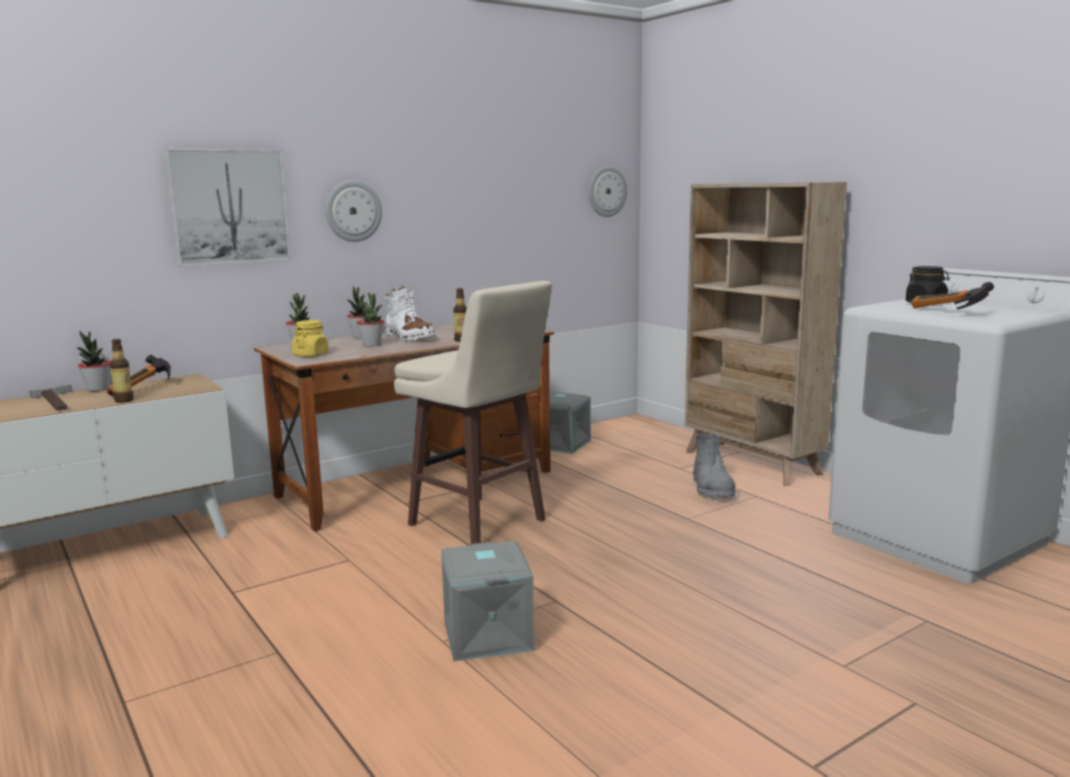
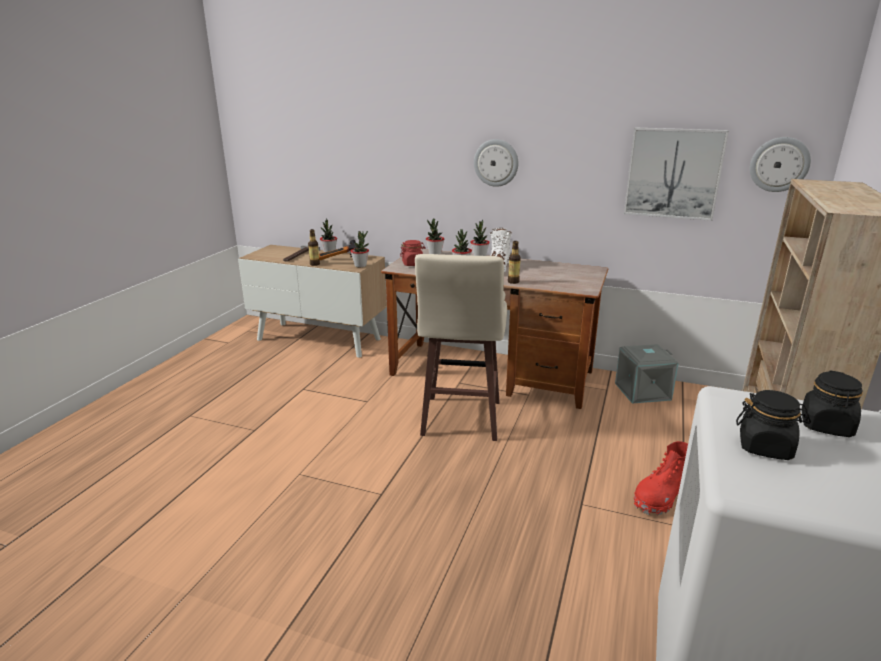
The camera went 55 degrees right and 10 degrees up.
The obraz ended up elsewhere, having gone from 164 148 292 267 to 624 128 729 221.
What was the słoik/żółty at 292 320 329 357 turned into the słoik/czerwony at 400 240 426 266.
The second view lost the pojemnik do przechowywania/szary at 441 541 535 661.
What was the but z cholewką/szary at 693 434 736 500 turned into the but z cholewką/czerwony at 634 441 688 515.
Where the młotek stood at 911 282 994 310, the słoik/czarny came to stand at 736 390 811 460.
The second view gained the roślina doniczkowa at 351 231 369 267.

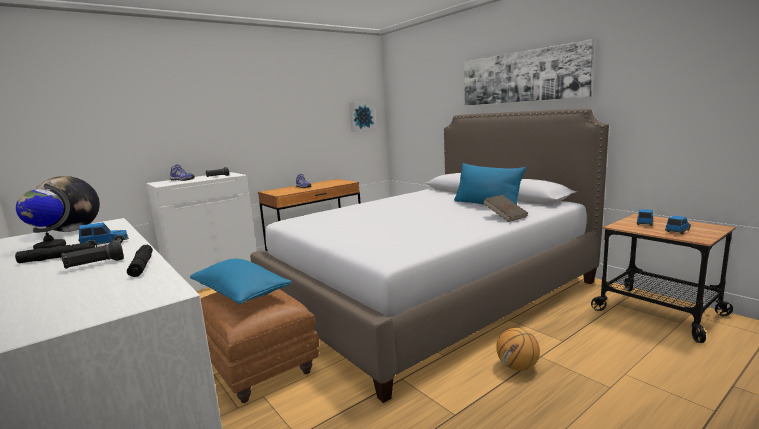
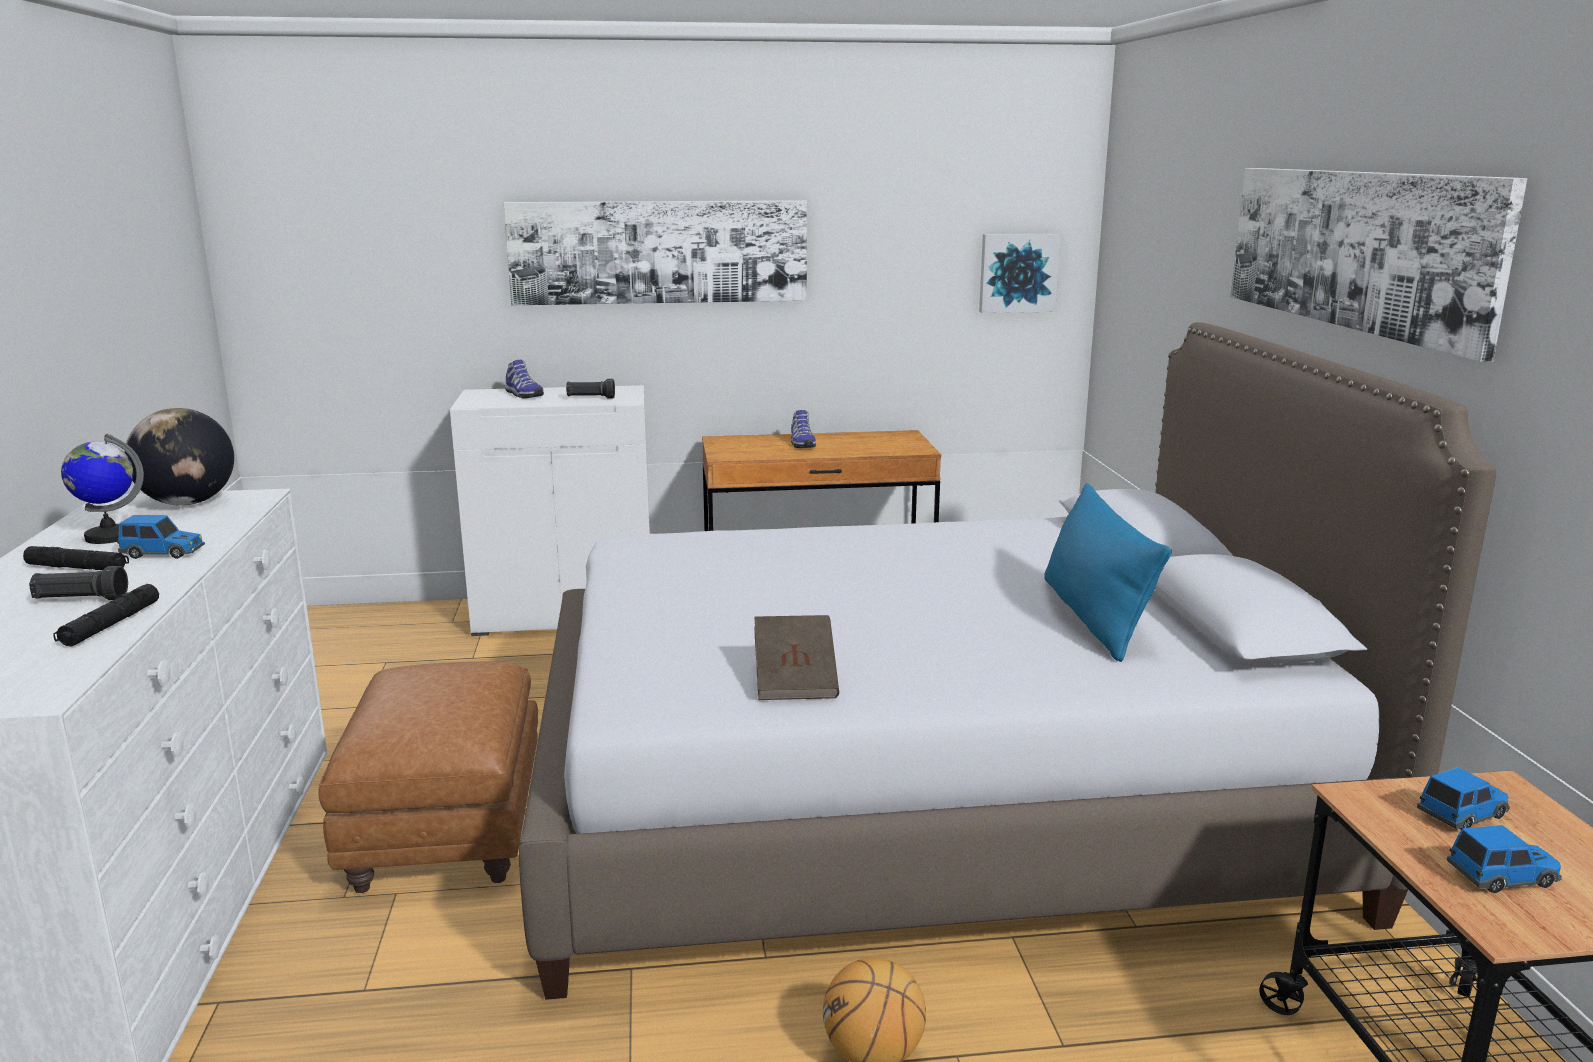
The camera went 30 degrees right and 5 degrees up.
The second view lost the poduszka/niebieski at 190 259 292 304.
The książka/brązowy ended up elsewhere, having gone from 483 195 528 222 to 754 615 839 700.
The second view gained the obraz at 504 200 807 305.

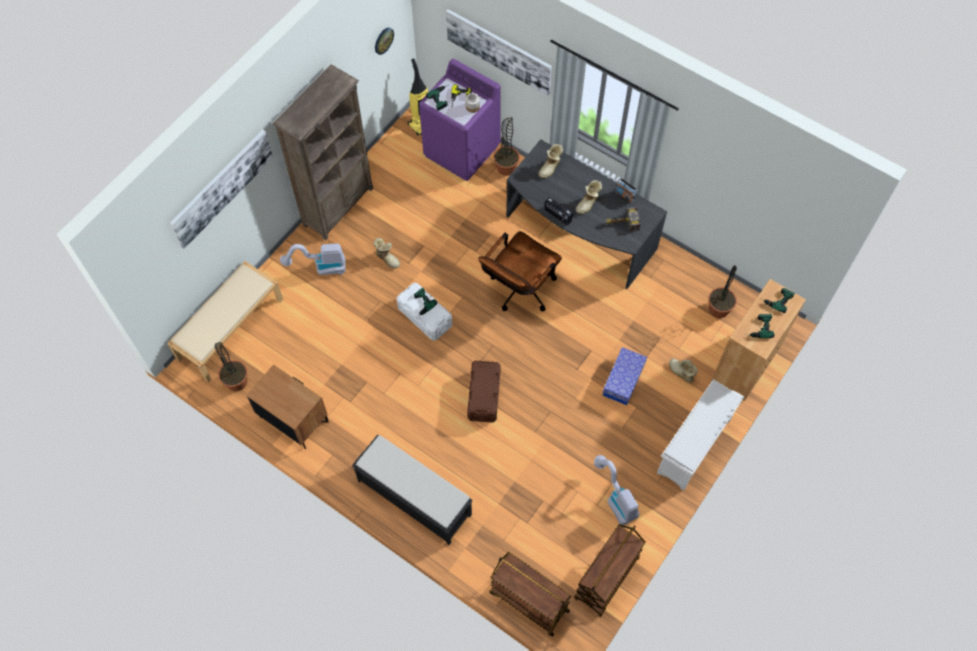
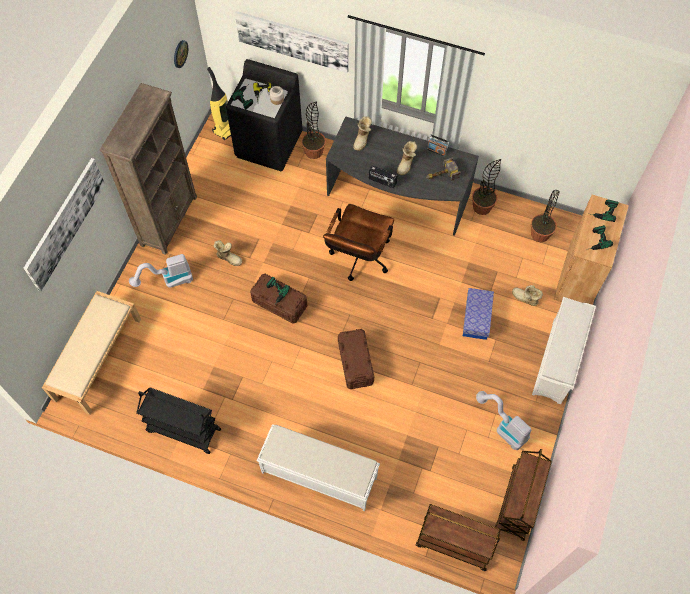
The camera went 15 degrees left and 0 degrees up.
The roślina doniczkowa ended up elsewhere, having gone from 215 343 247 392 to 472 159 501 215.
Where the szafka nocna/brązowy stood at 246 364 329 449, the wózek/czarny came to stand at 136 387 221 454.
What was the ławka/czarny at 352 434 473 545 turned into the ławka/biały at 257 424 380 511.
What was the pojemnik do przechowywania/biały at 397 283 452 341 turned into the pojemnik do przechowywania/brązowy at 250 274 307 324.
What was the pralka/fioletowy at 419 59 501 181 turned into the pralka/czarny at 226 59 303 171.

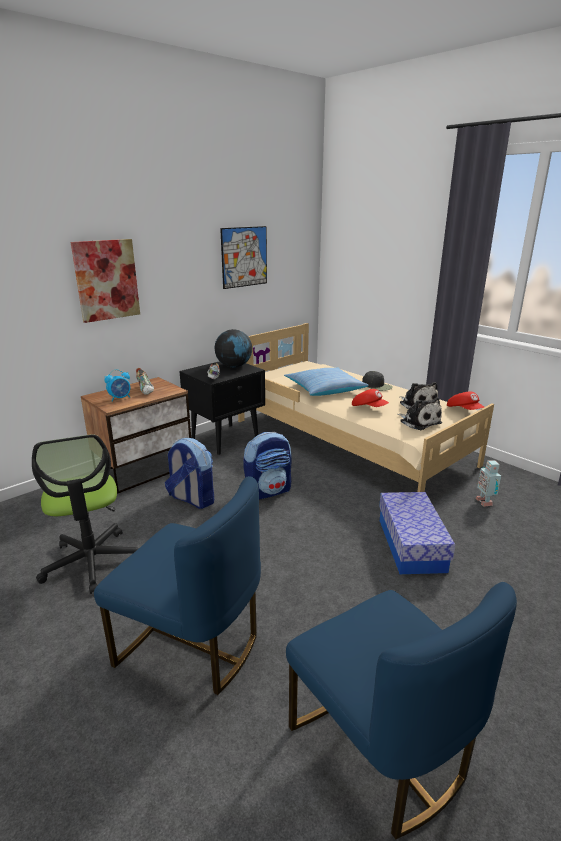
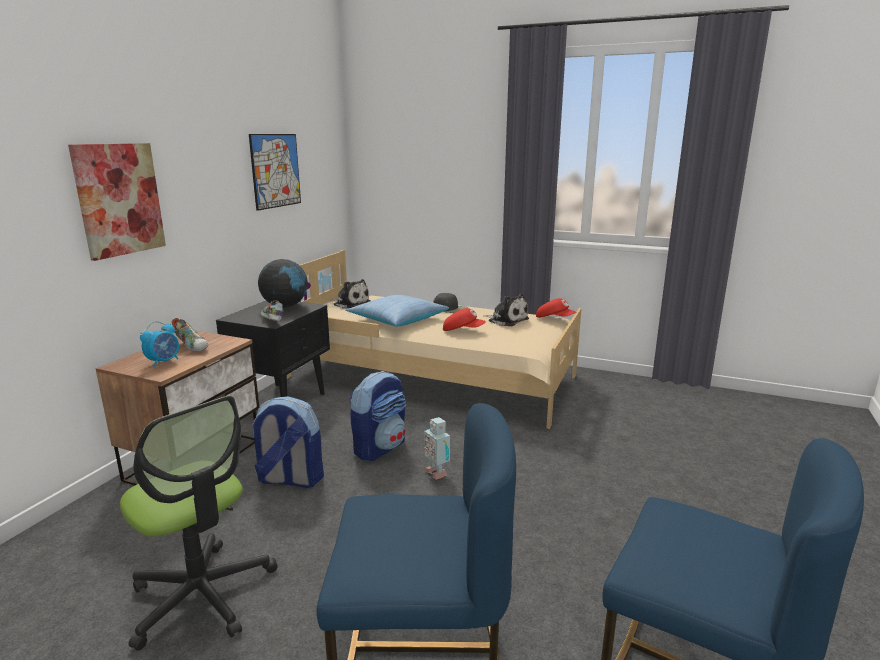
The camera went 25 degrees left and 5 degrees down.
The second view lost the pojemnik do przechowywania at 379 492 455 574.
The pluszak ended up elsewhere, having gone from 397 397 442 430 to 331 279 371 308.
The robot zabawkowy ended up elsewhere, having gone from 476 460 501 507 to 424 417 450 480.

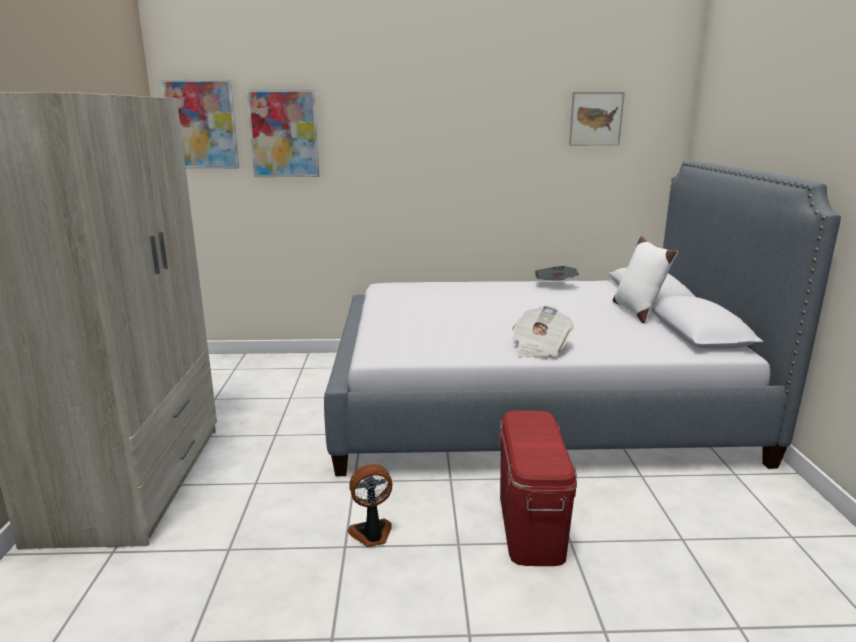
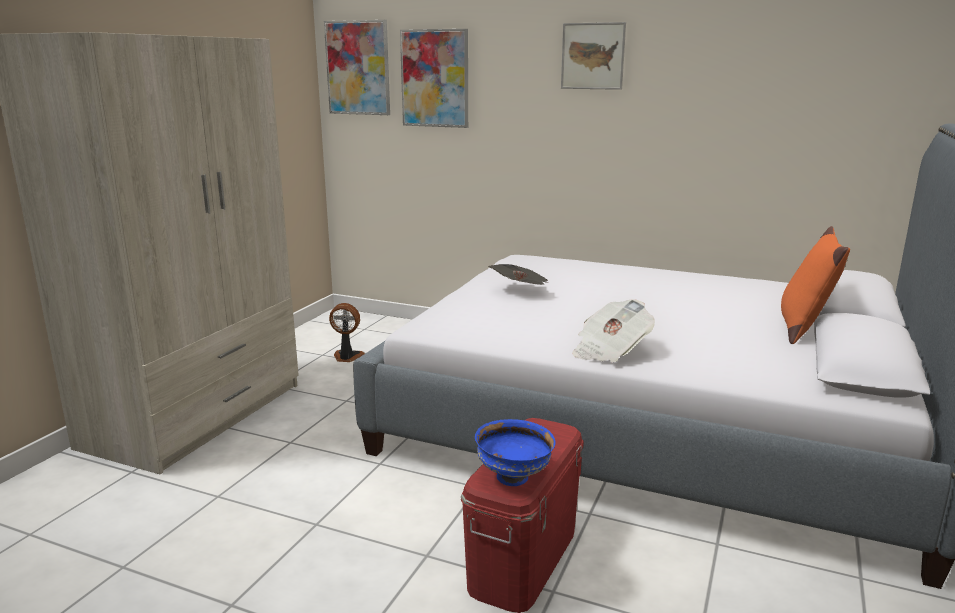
The camera went 25 degrees right and 0 degrees up.
The wentylator ended up elsewhere, having gone from 348 464 392 547 to 329 303 365 362.
The gazeta ended up elsewhere, having gone from 535 266 579 281 to 488 264 548 285.
The obraz ended up elsewhere, having gone from 569 92 625 146 to 561 22 626 90.
What was the poduszka/biały at 613 236 678 323 turned into the poduszka/pomarańczowy at 781 226 850 344.
The second view gained the miska/niebieski at 475 419 555 486.

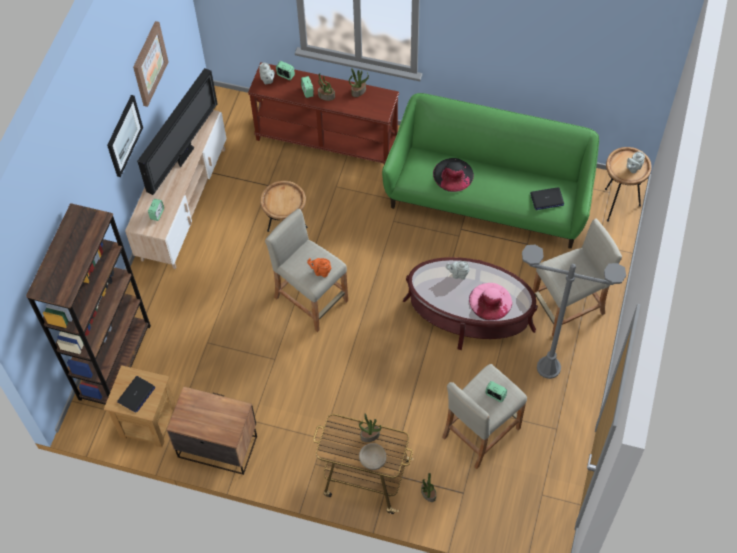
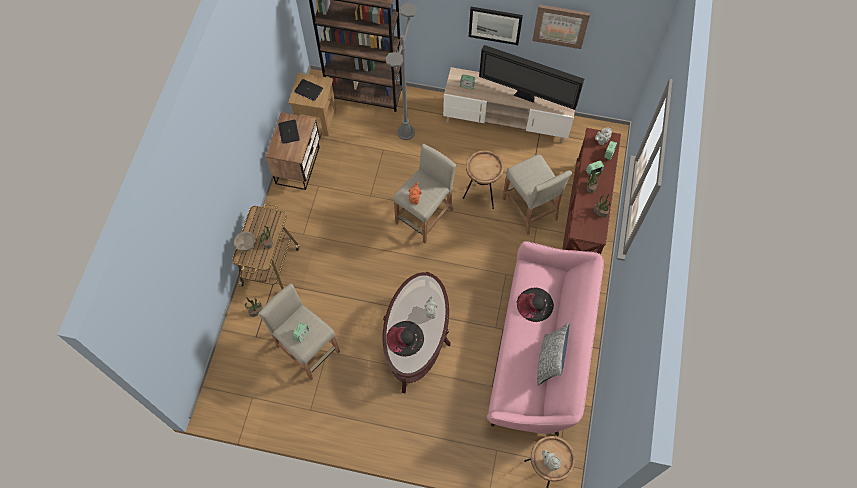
The camera went 85 degrees right and 5 degrees up.
What was the kanapa/zielony at 382 93 599 249 turned into the kanapa/różowy at 487 241 604 436.
What was the kapelusz/różowy at 469 283 512 321 turned into the kapelusz/czarny at 387 321 424 357.
The lampa stojąca/szary ended up elsewhere, having gone from 522 245 626 379 to 386 3 417 140.
The laptop ended up elsewhere, having gone from 530 187 564 210 to 278 120 300 144.
The stołek/beżowy ended up elsewhere, having gone from 533 218 622 337 to 502 154 572 235.
The second view gained the poduszka at 537 322 569 386.

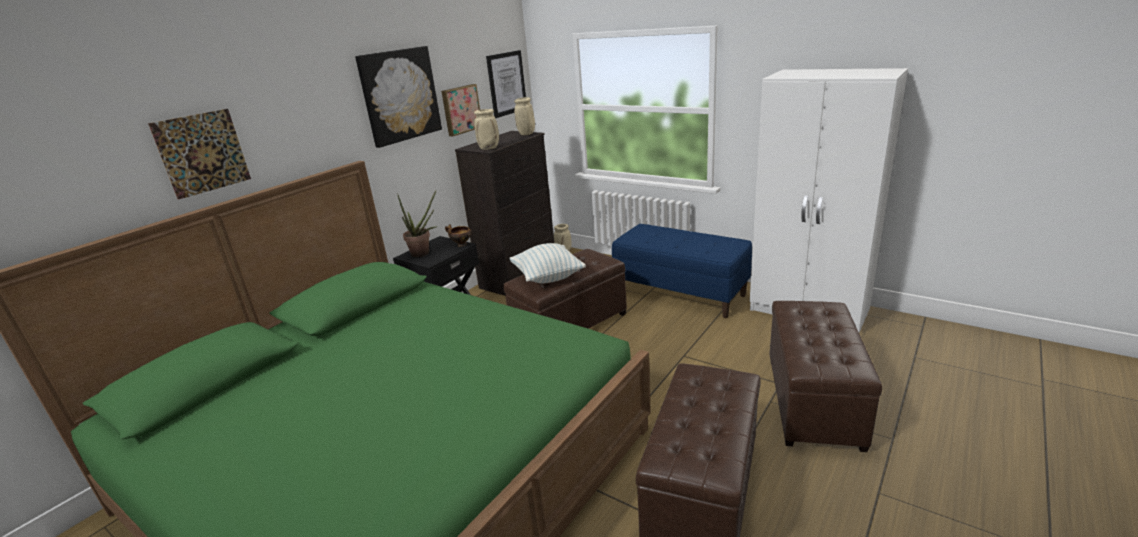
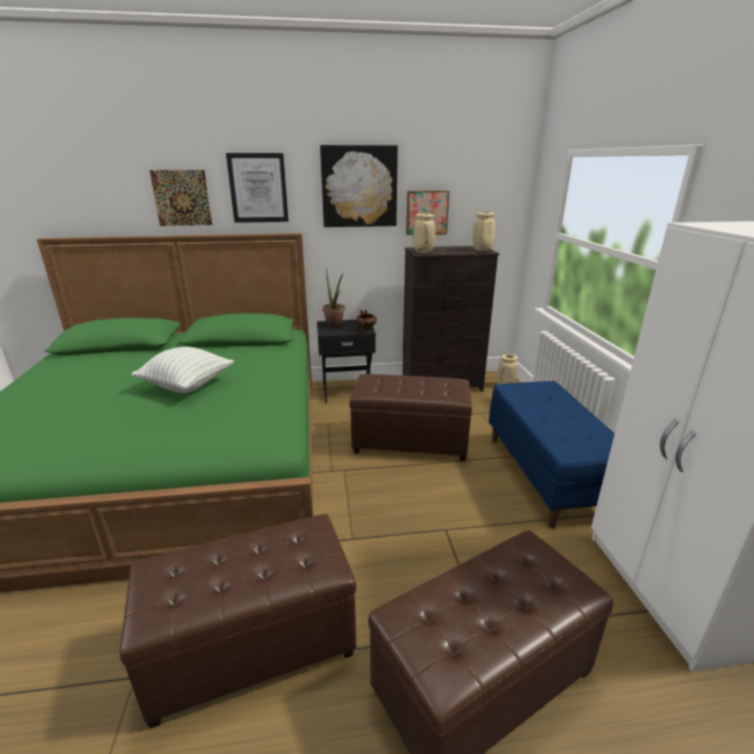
The camera went 45 degrees right and 0 degrees up.
The obraz ended up elsewhere, having gone from 486 50 526 118 to 226 153 289 223.
The poduszka ended up elsewhere, having gone from 509 243 586 283 to 131 347 234 393.

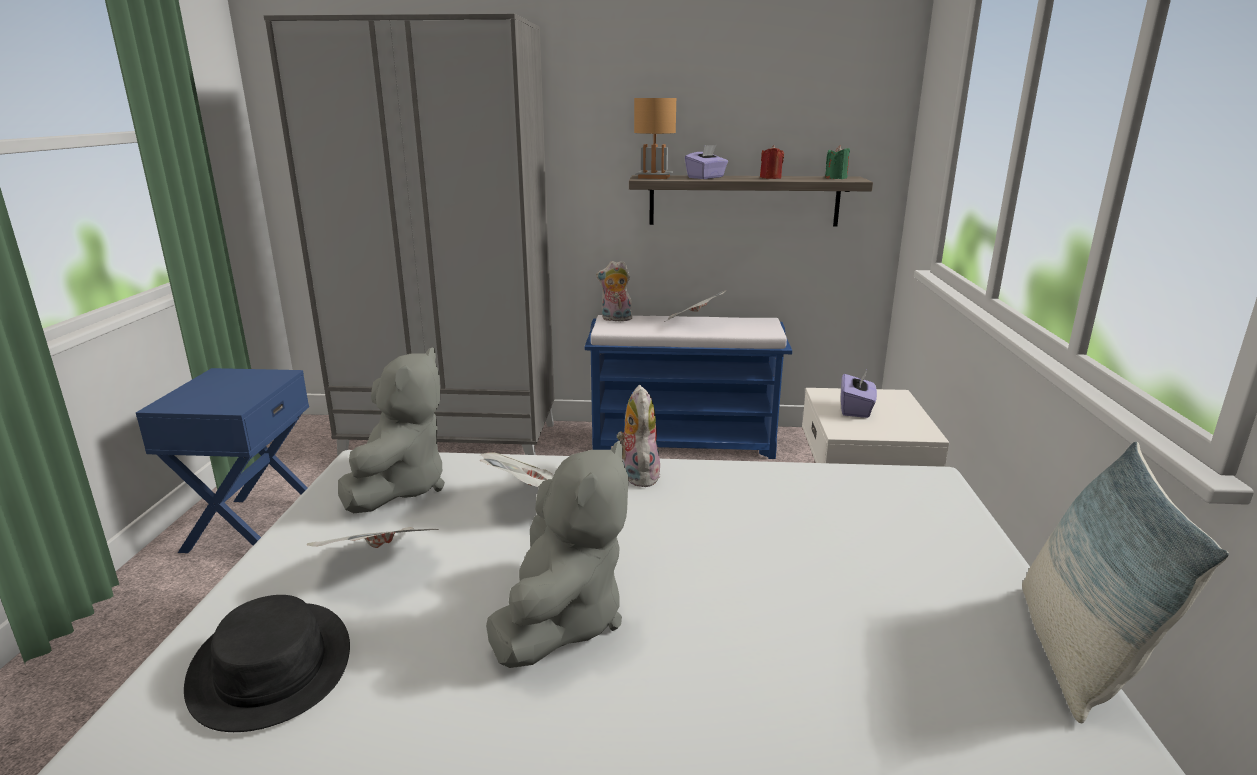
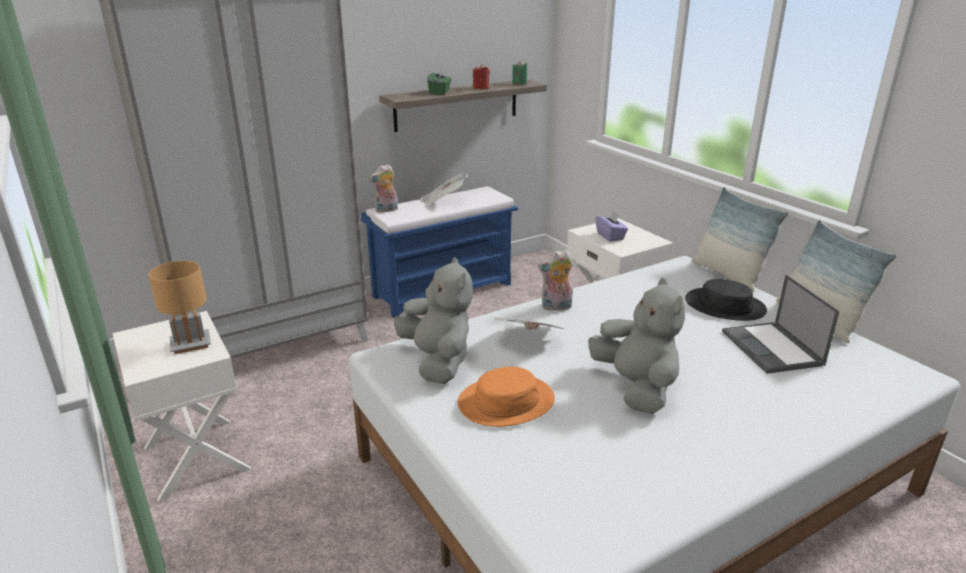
The camera went 35 degrees left and 5 degrees up.
What was the szafka nocna/niebieski at 136 368 309 553 turned into the szafka nocna/biały at 113 311 251 502.
The kapelusz/czarny ended up elsewhere, having gone from 184 595 350 732 to 685 279 767 321.
Where the gazeta stood at 307 527 439 548, the kapelusz/pomarańczowy came to stand at 458 367 555 427.
The pluszak at 616 385 660 487 ended up facing another way, 60 degrees counterclockwise from before.
The lampa stołowa/brązowy ended up elsewhere, having gone from 634 98 676 179 to 148 261 211 354.
What was the pudełko chusteczek/fioletowy at 685 145 728 179 turned into the pudełko chusteczek/zielony at 427 68 452 95.
The second view gained the poduszka at 691 187 789 292.
The second view gained the laptop at 722 275 840 374.

